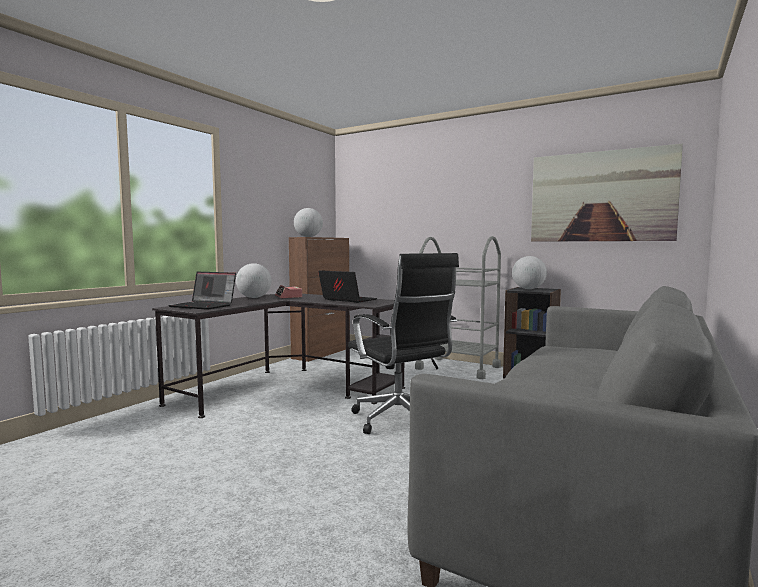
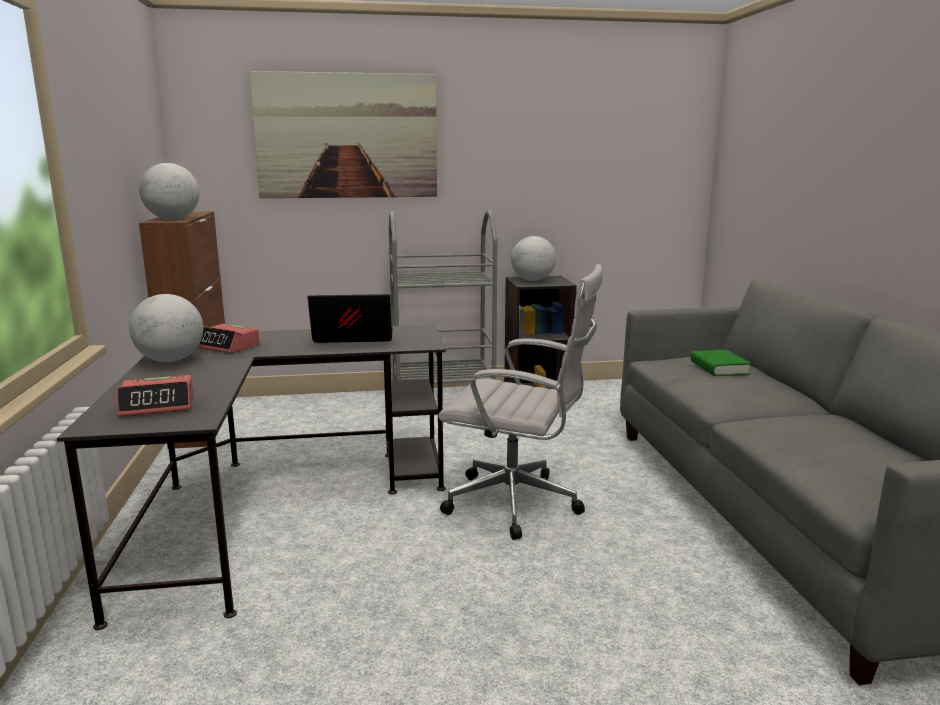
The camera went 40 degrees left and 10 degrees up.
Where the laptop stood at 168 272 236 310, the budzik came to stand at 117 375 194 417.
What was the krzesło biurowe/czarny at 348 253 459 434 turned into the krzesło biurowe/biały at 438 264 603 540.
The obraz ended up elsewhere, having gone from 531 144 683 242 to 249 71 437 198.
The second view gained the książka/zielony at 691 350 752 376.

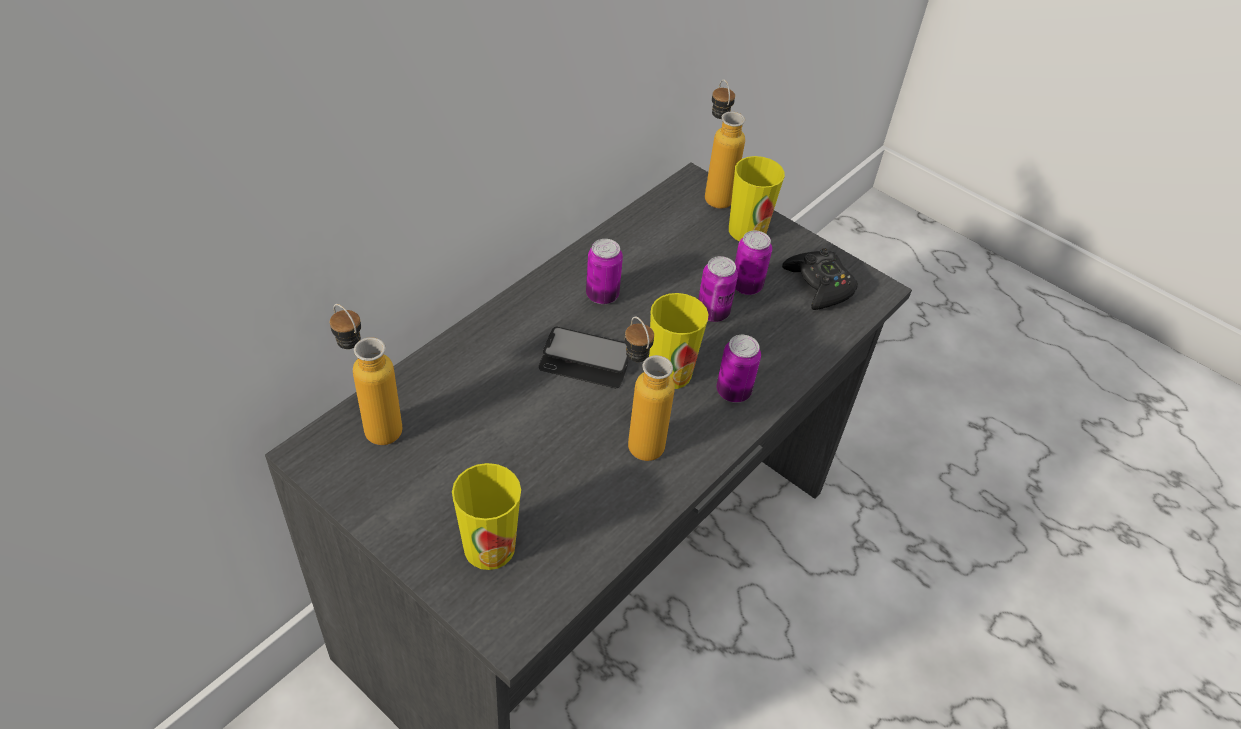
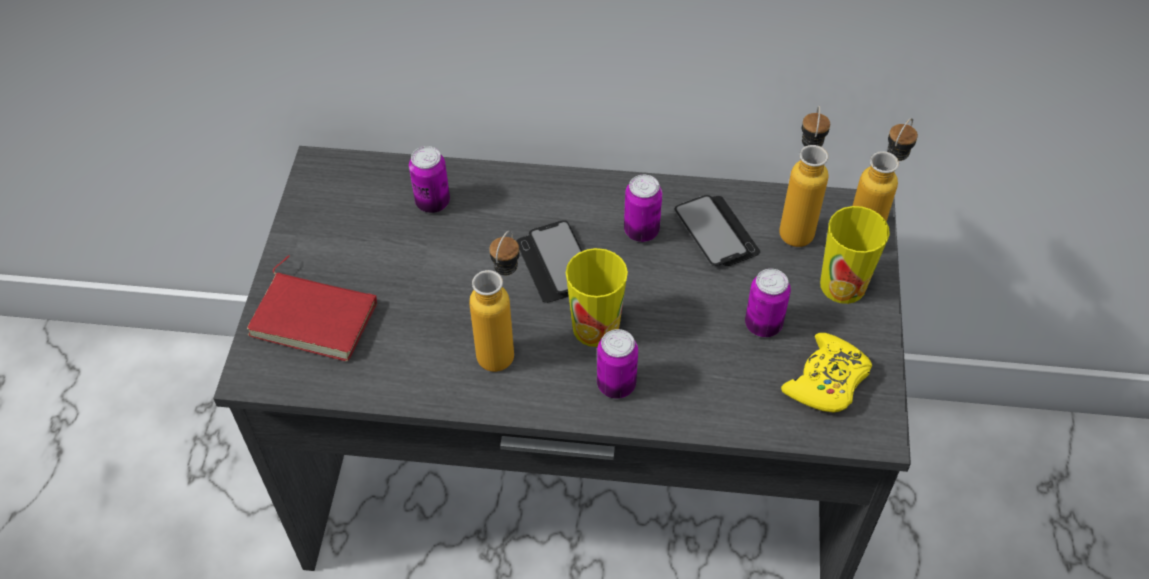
The camera went 60 degrees right and 5 degrees up.
The butelka ended up elsewhere, having gone from 330 304 403 445 to 779 106 830 247.
Where the filiżanka stood at 452 463 521 570, the książka/czerwony came to stand at 247 255 377 361.
The puszka ended up elsewhere, having gone from 698 256 738 322 to 409 146 450 213.
What was the pad do gier/czarny at 782 248 858 310 turned into the pad do gier/żółty at 781 333 872 413.
The second view gained the telefon at 675 195 760 266.

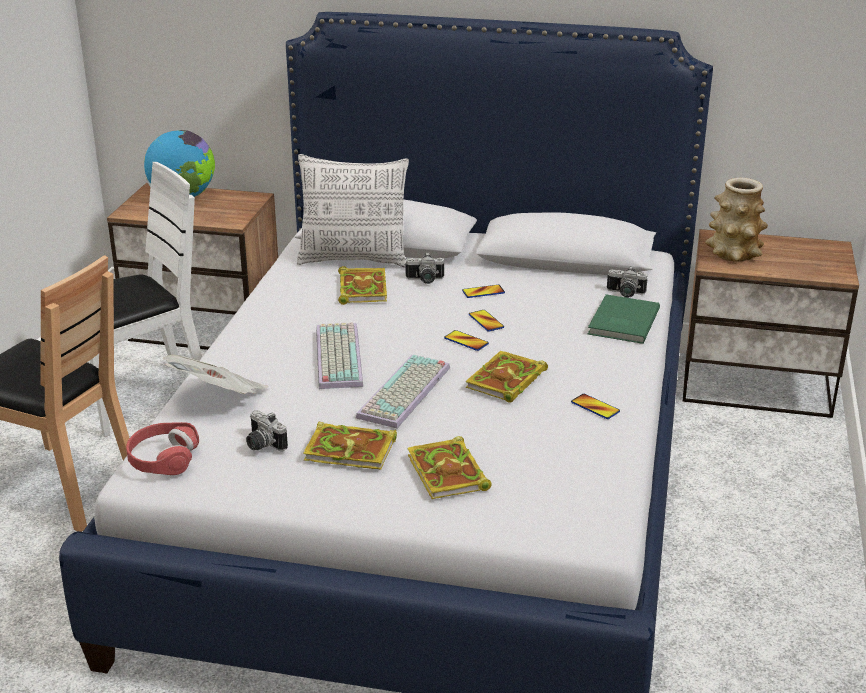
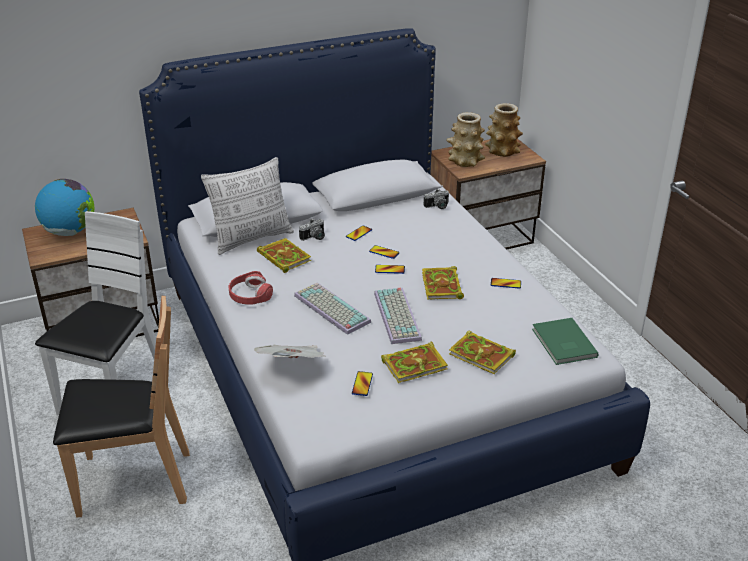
The camera went 35 degrees left and 5 degrees up.
The słuchawki/czerwony ended up elsewhere, having gone from 126 422 199 475 to 229 271 273 305.
Where the aparat fotograficzny stood at 246 410 288 451, the telefon came to stand at 352 371 373 396.
The książka/zielony ended up elsewhere, having gone from 588 294 660 344 to 532 318 599 365.
The second view gained the wazon at 485 103 523 157.

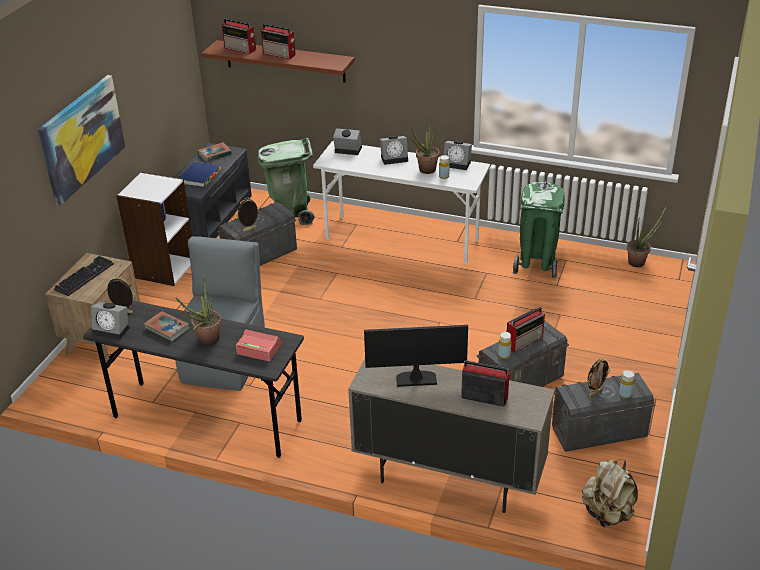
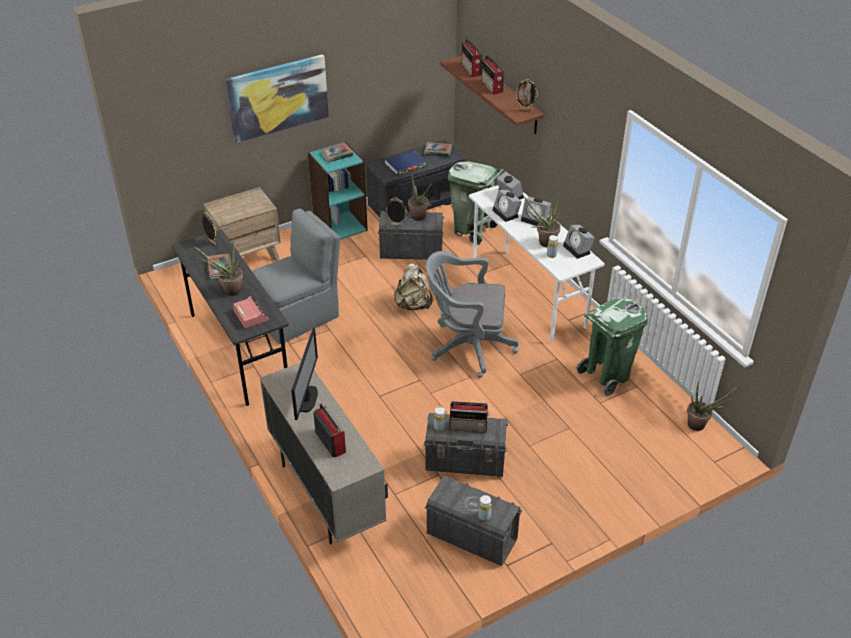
The camera went 40 degrees right and 5 degrees up.
The second view lost the klawiatura at 54 256 114 296.
The budzik ended up elsewhere, having gone from 91 302 129 340 to 492 190 522 222.
What was the regał/biały at 116 172 192 286 turned into the regał/turkusowy at 308 142 368 240.
The monitor at 364 325 468 387 ended up facing another way, 60 degrees clockwise from before.
The plecak/beżowy ended up elsewhere, having gone from 582 459 638 527 to 394 263 433 310.
The ramka na zdjęcie ended up elsewhere, having gone from 587 359 610 397 to 515 79 538 111.
The second view gained the książka at 321 143 353 162.
The second view gained the roślina doniczkowa at 408 173 433 221.
The second view gained the krzesło biurowe/szary at 426 251 518 378.

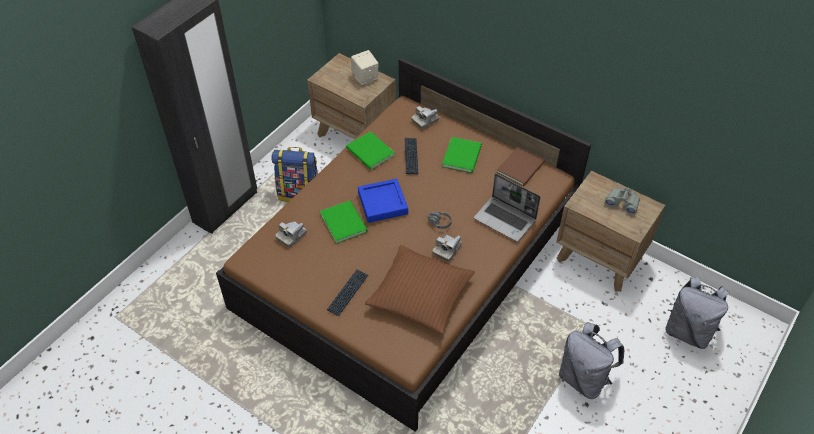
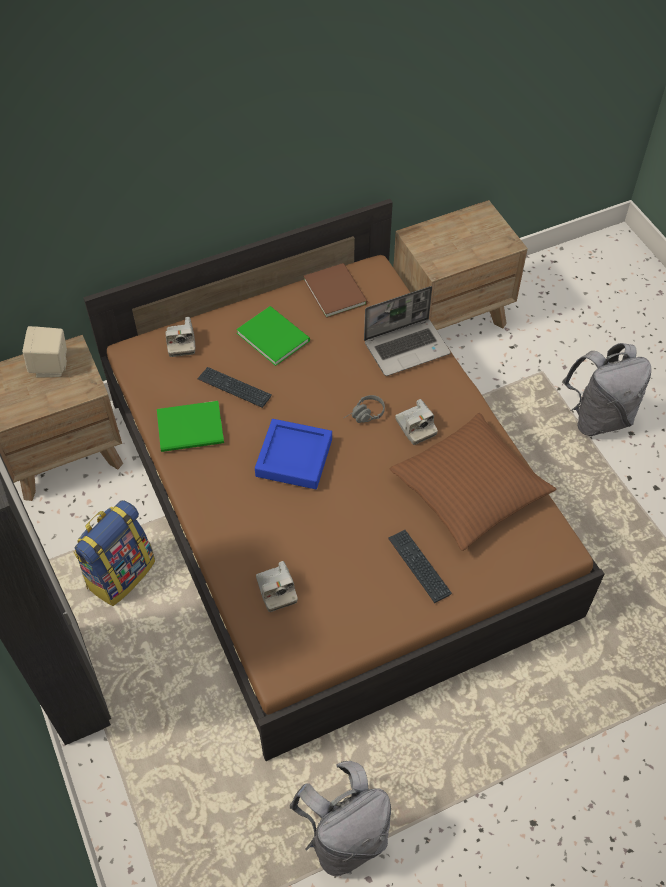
The camera went 60 degrees left and 5 degrees up.
The second view lost the książka/zielony at 320 201 368 244.
The second view lost the lornetka/szary at 605 187 640 215.
The plecak/szary ended up elsewhere, having gone from 666 277 730 349 to 290 761 391 876.

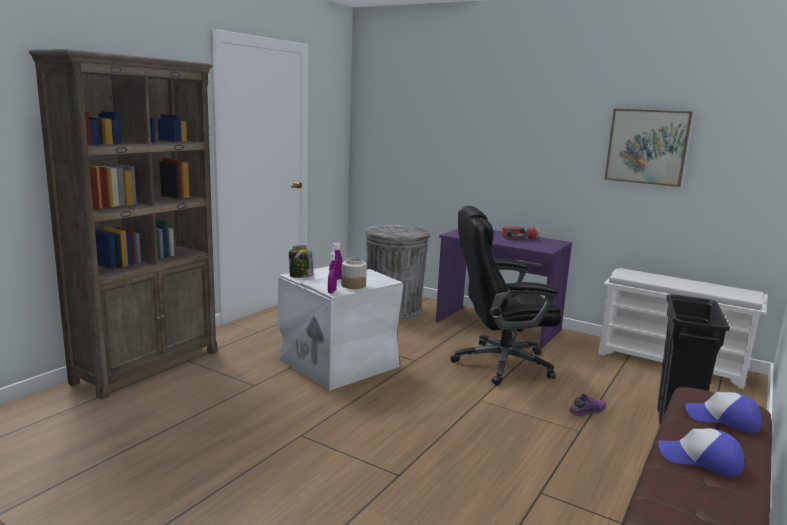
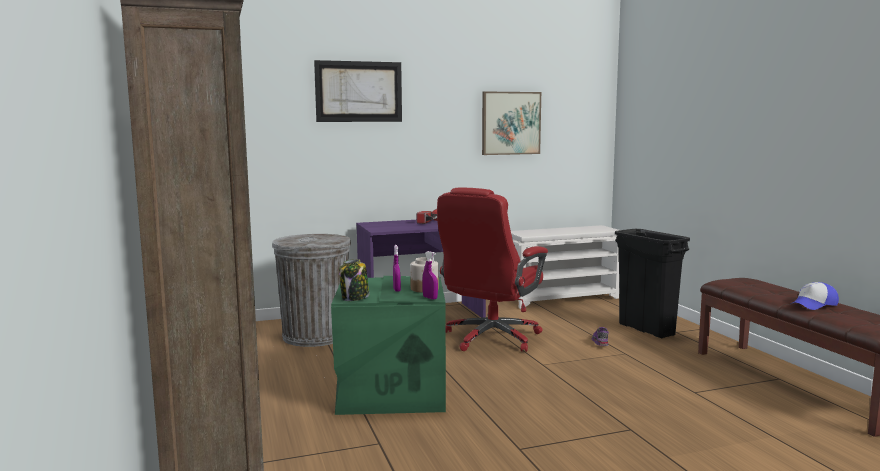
The camera went 50 degrees left and 5 degrees down.
What was the pojemnik do przechowywania/biały at 277 266 404 391 turned into the pojemnik do przechowywania/zielony at 331 276 446 415.
What was the krzesło biurowe/czarny at 451 206 562 386 turned into the krzesło biurowe/czerwony at 437 187 548 352.
The second view lost the czapka z daszkiem at 685 392 762 433.
The second view gained the obraz at 314 60 402 122.

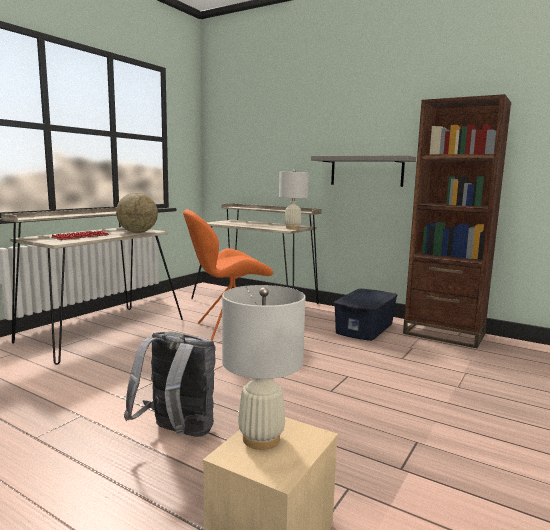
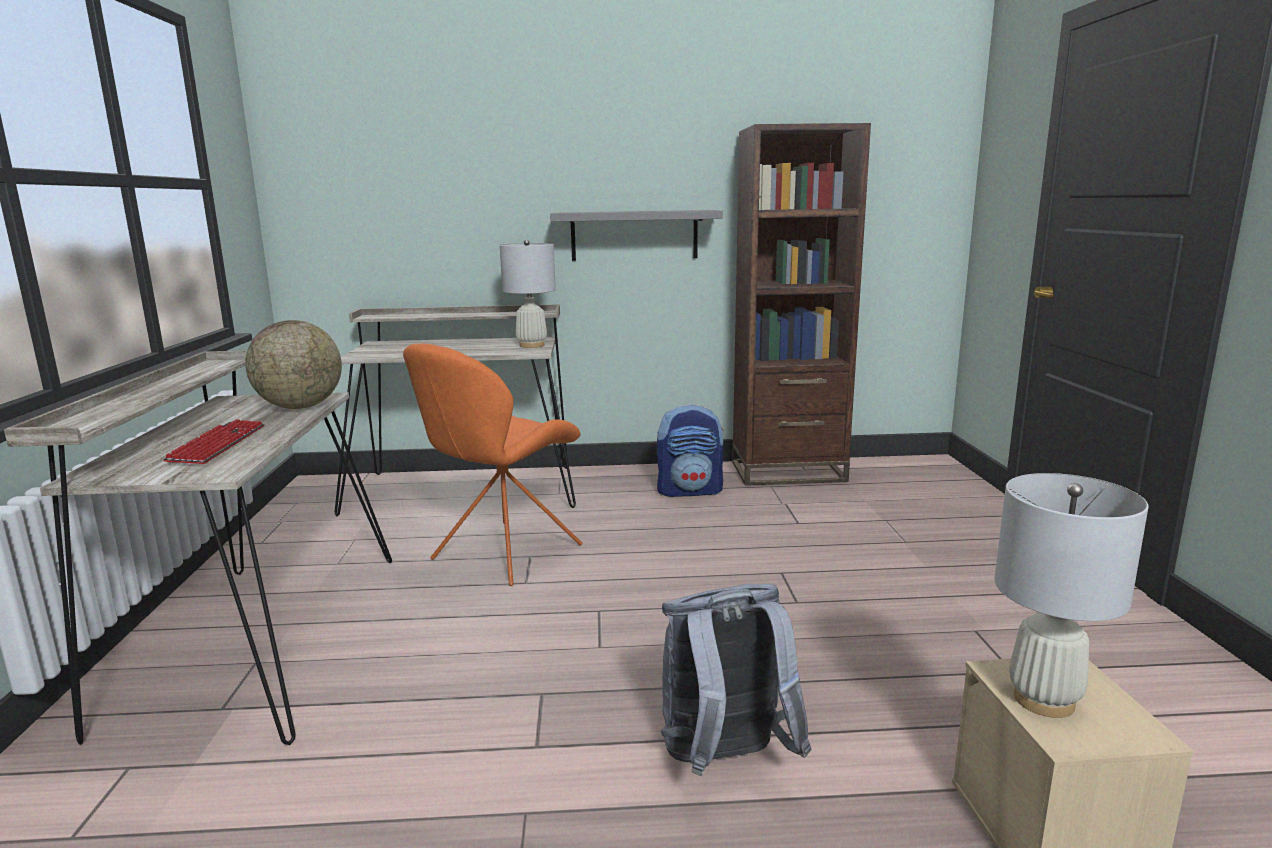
The camera went 35 degrees left and 5 degrees up.
Where the pojemnik do przechowywania/niebieski stood at 334 289 398 341, the plecak came to stand at 657 404 723 497.

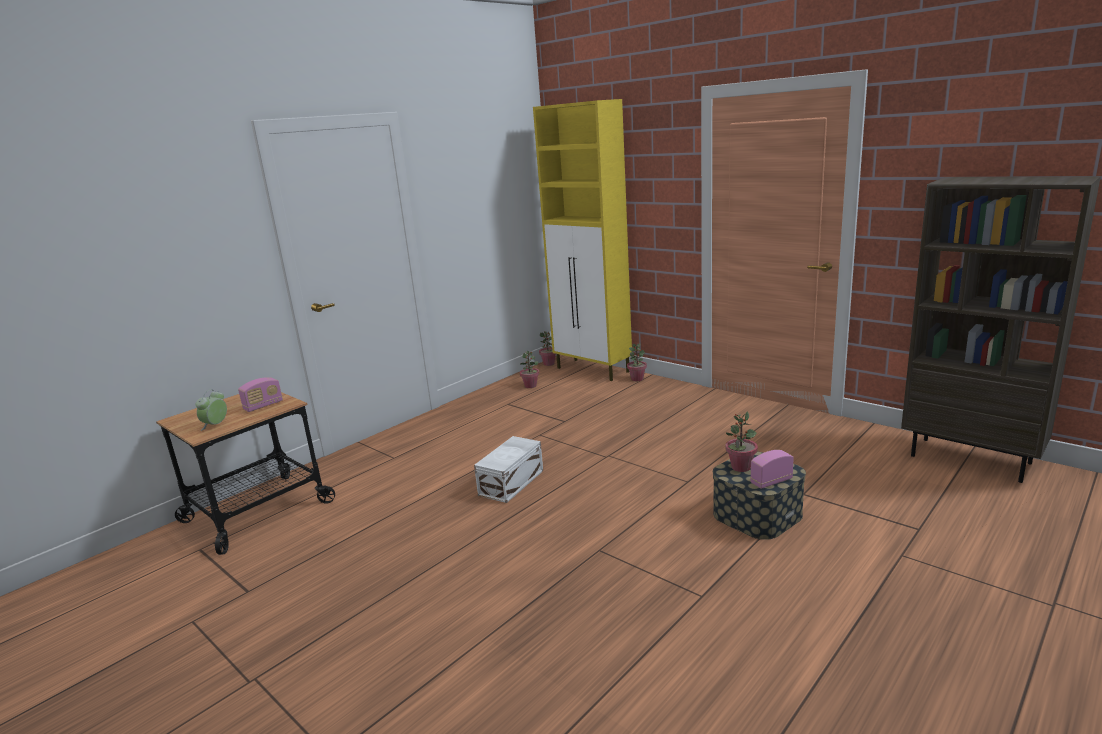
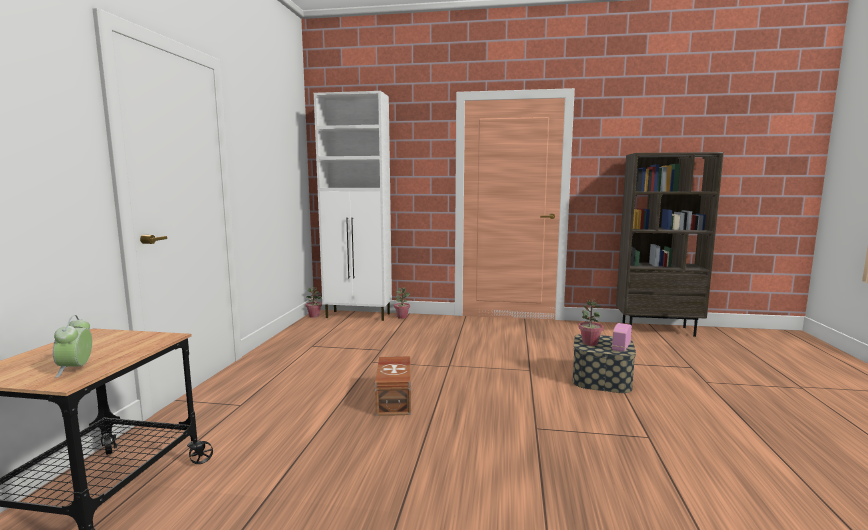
The camera went 35 degrees left and 10 degrees down.
The second view lost the radio at 238 377 283 412.
What was the pojemnik do przechowywania/biały at 474 436 543 503 turned into the pojemnik do przechowywania/brązowy at 375 356 411 416.
The second view lost the roślina doniczkowa at 520 351 539 388.
What was the szafka/żółty at 533 99 632 381 turned into the szafka/biały at 314 91 392 321.

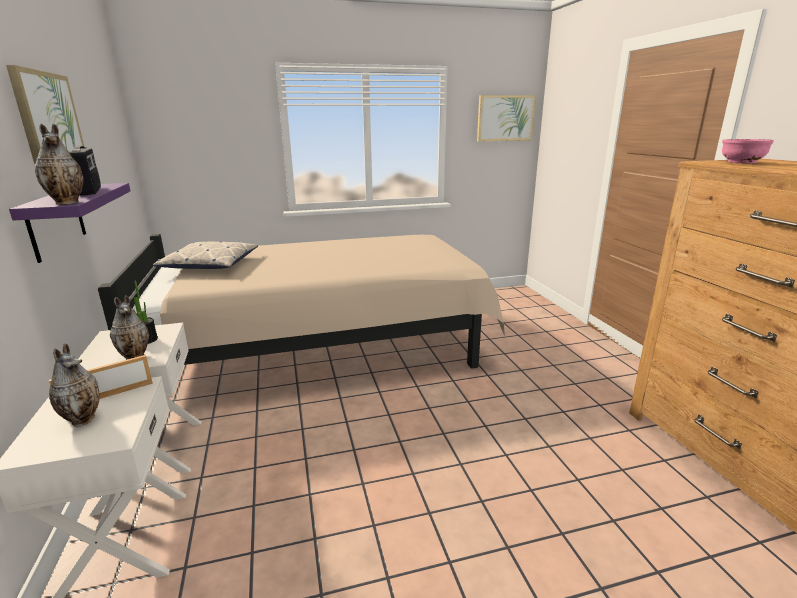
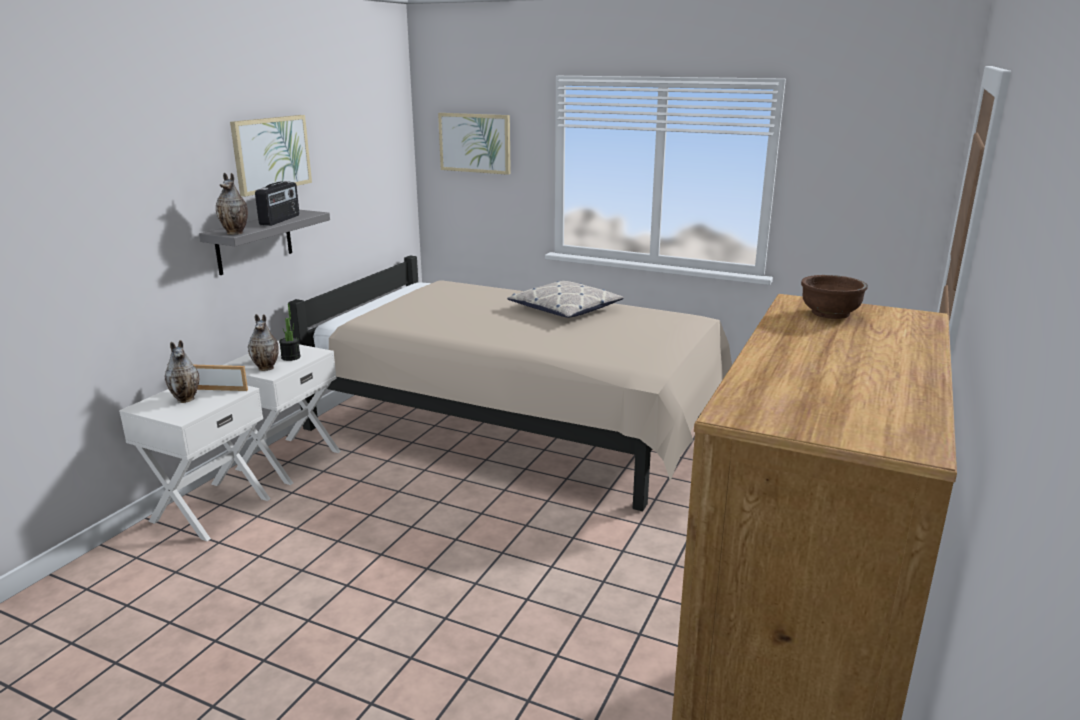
The camera went 40 degrees right and 0 degrees up.
What was the półka/fioletowy at 9 183 131 263 turned into the półka/szary at 199 210 330 275.
The poduszka ended up elsewhere, having gone from 153 241 258 269 to 507 281 624 318.
The obraz ended up elsewhere, having gone from 477 95 536 142 to 438 113 511 175.
What was the miska/różowy at 722 139 774 163 turned into the miska/brązowy at 801 275 868 319.

